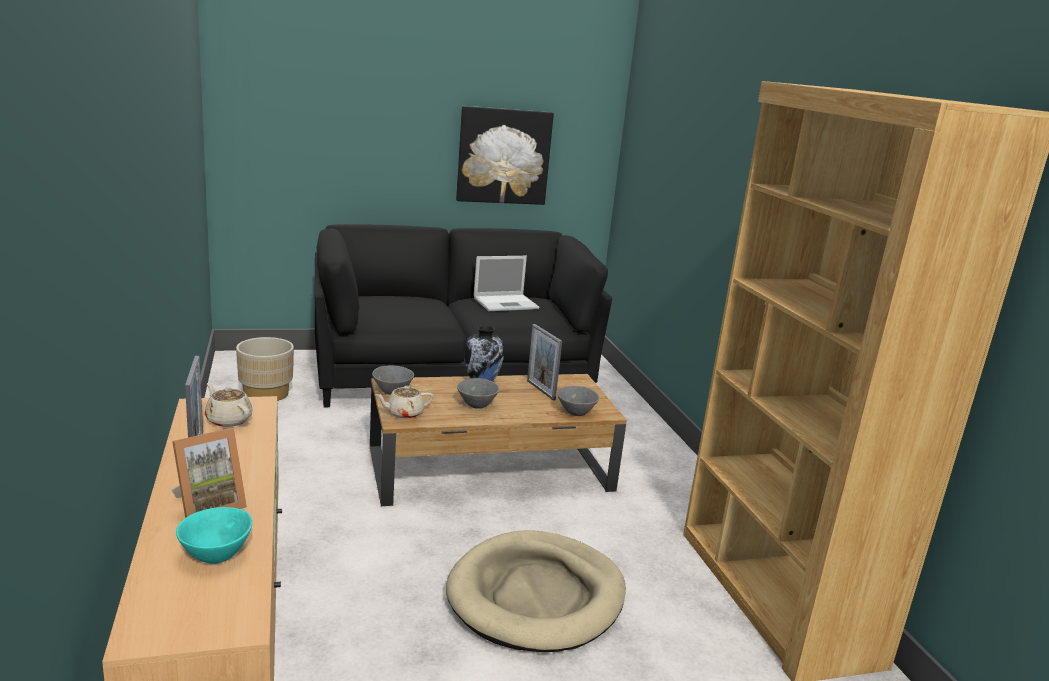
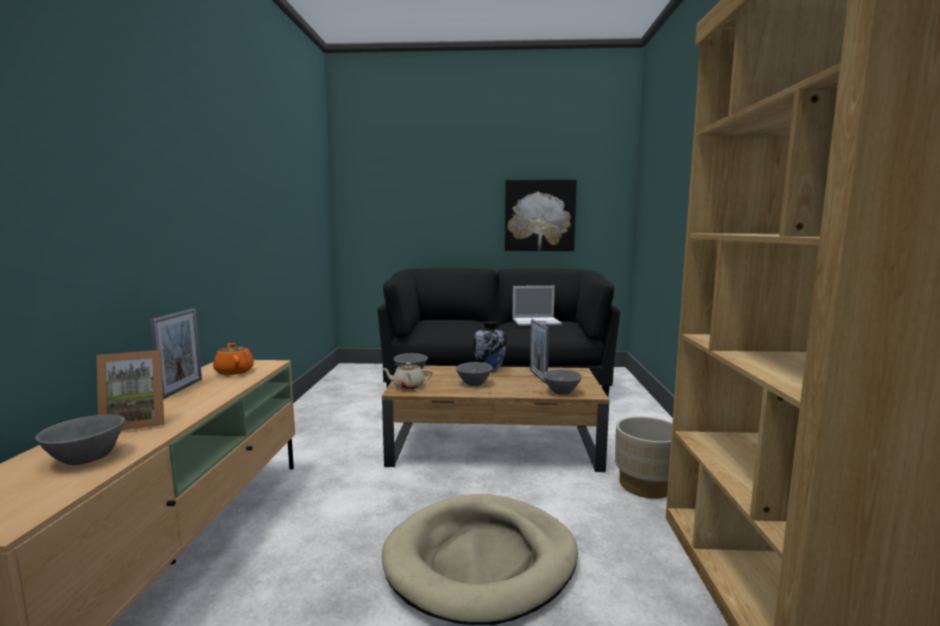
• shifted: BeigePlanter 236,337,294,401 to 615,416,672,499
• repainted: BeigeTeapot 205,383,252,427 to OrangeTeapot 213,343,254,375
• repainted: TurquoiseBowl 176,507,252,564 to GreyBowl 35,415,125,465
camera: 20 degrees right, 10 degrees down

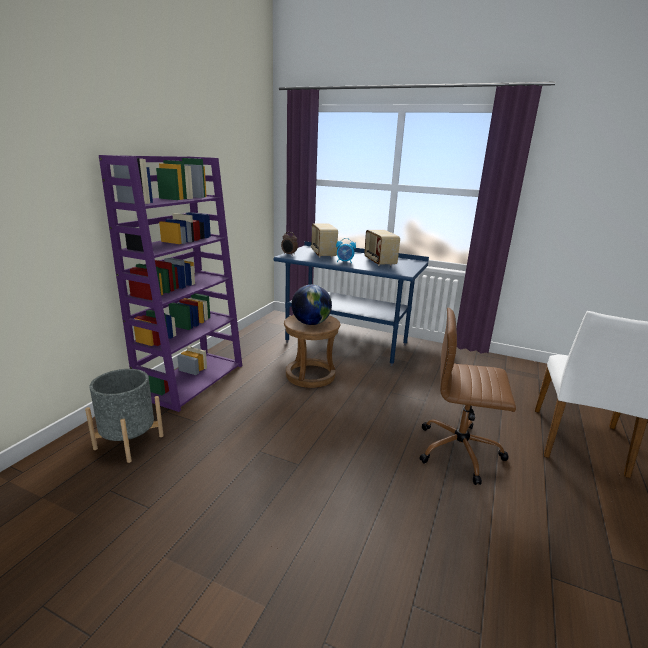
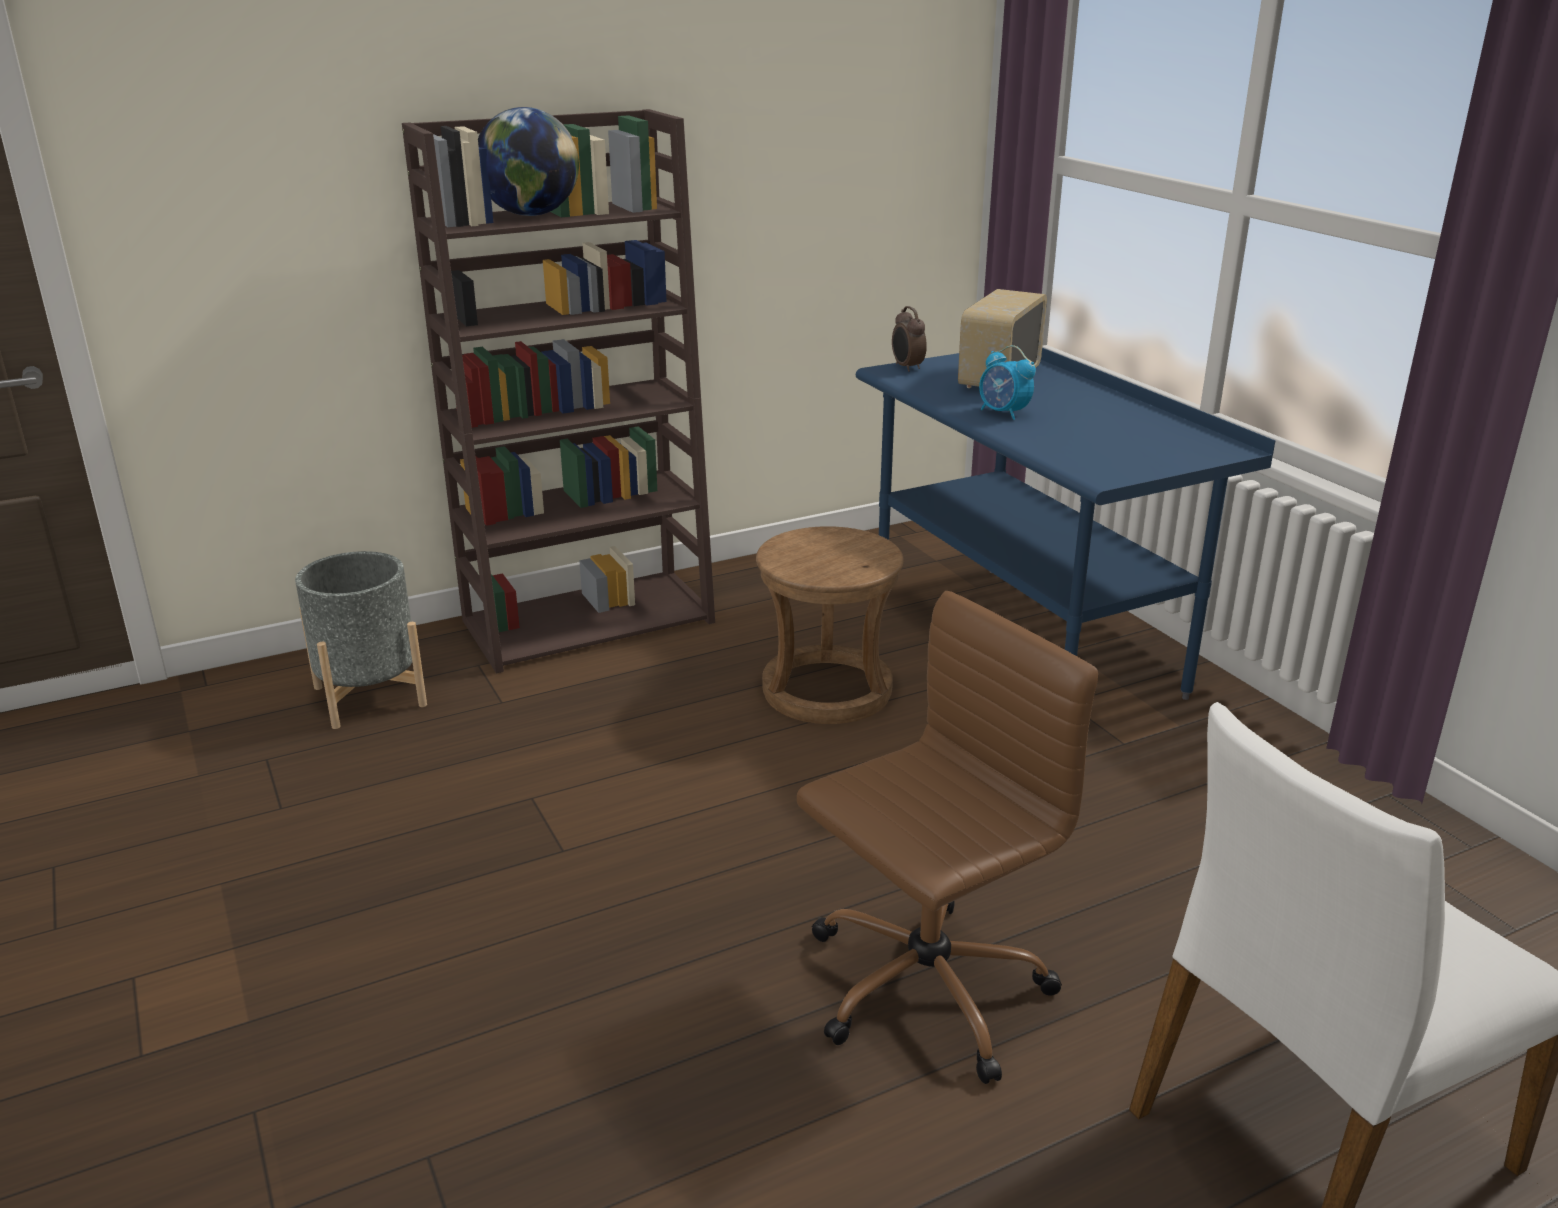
• repainted: PurpleBookcase 99,155,242,412 to BrownBookcase 402,109,715,674
• gone: Radio 364,230,400,266
• shifted: Globe 291,285,332,325 to 478,107,579,216
• rotated: BrownOfficeChair 420,308,516,485 = 797,591,1098,1084 90 degrees clockwise
camera: 40 degrees right, 5 degrees up

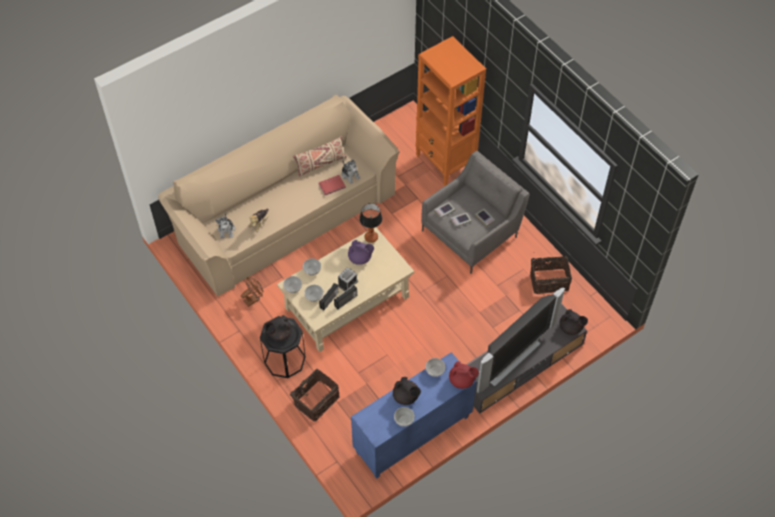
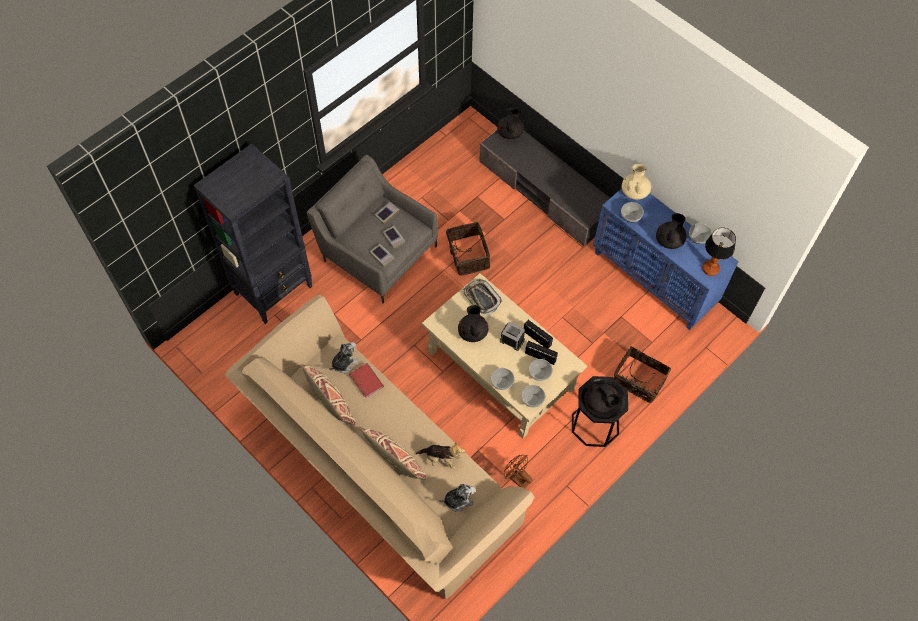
• repainted: OrangeBookcase 415,36,486,186 to BlackBookcase 194,144,313,324
• shifted: TableLamp 359,203,382,243 to 702,228,736,276
• repainted: PurpleTeapot 348,240,374,265 to BlackTeapot 458,305,488,342
• shifted: Basket 530,252,572,294 to 445,222,490,276
• gone: Television 477,287,565,393
• repainted: RedTeapot 449,361,479,389 to BeigeTeapot 622,164,651,200
• new: Tray 462,279,502,314
• new: BeigePillow 361,428,426,480
camera: 100 degrees left, 5 degrees up

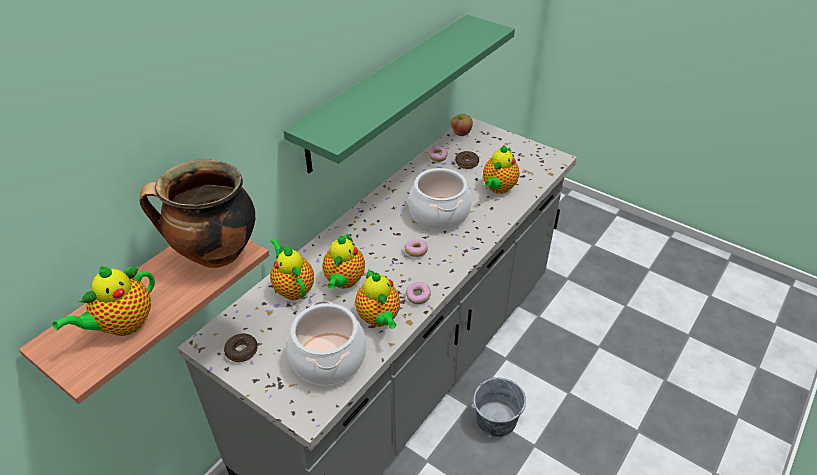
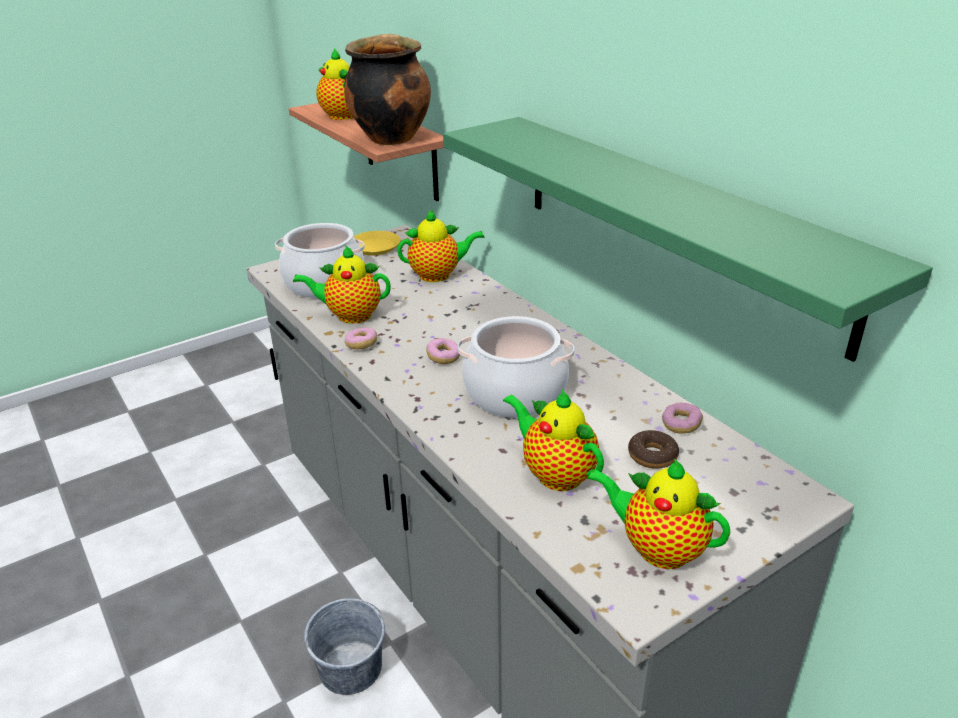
• gone: Apple 451,114,473,136
• shifted: Teapot 323,234,365,289 to 587,458,730,569
• swapped: Donut 224,333,258,362 to YellowPlate 354,231,401,256
camera: 110 degrees right, 10 degrees down

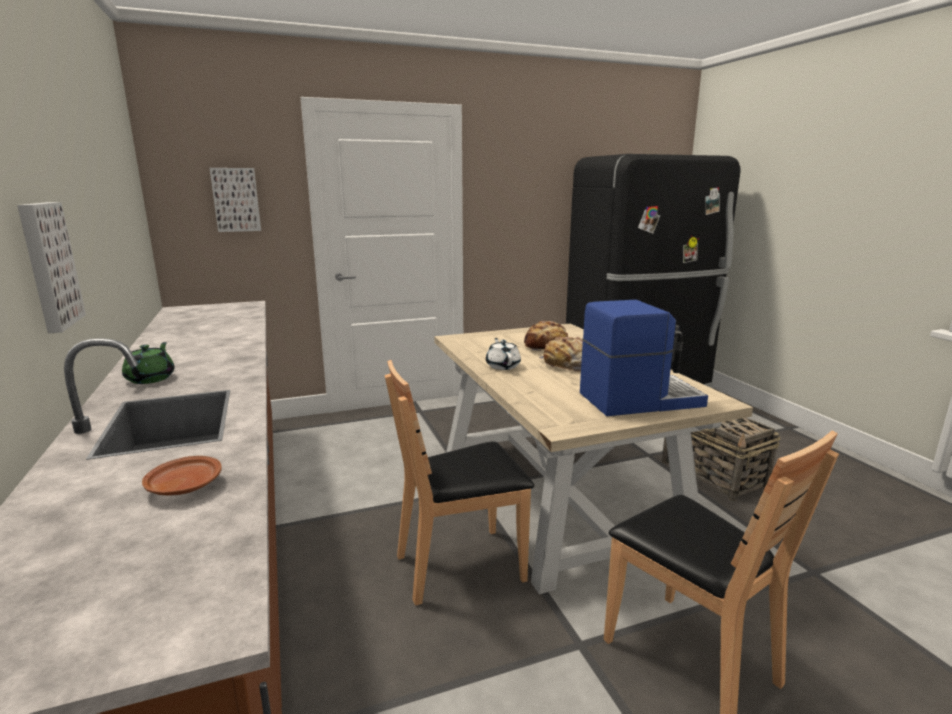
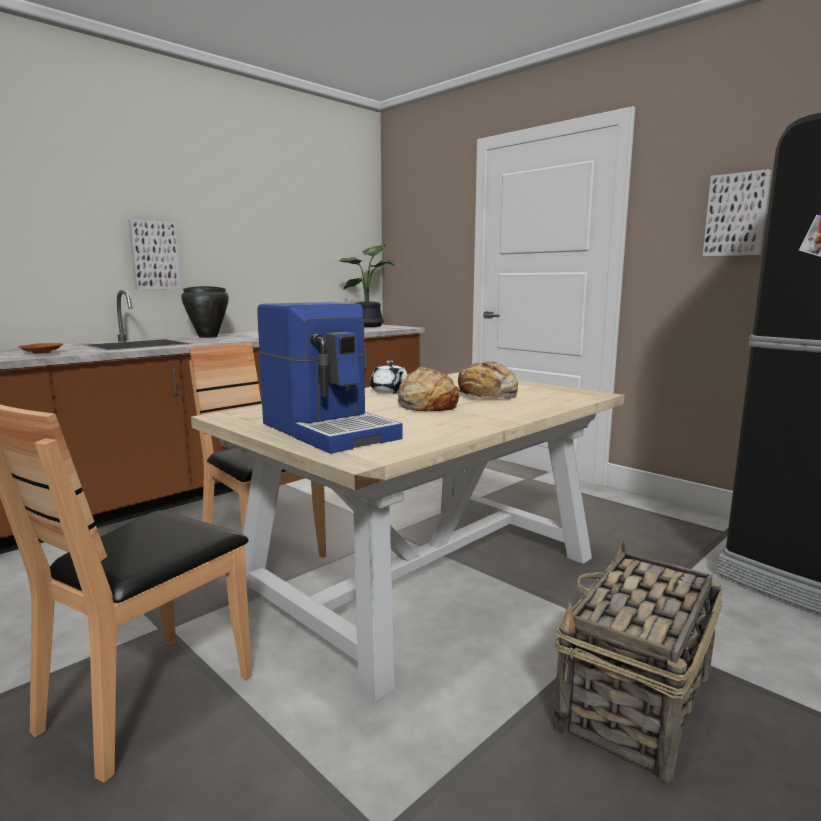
• shifted: Picture 210,168,261,232 to 703,169,771,257
• rotated: WhiteTeapot 486,338,521,370 = 370,361,408,394 105 degrees clockwise
• swapped: GreenTeapot 122,342,175,384 to BlackCookingPot 181,286,229,338
• new: PottedPlant 338,244,395,327
camera: 65 degrees right, 5 degrees down

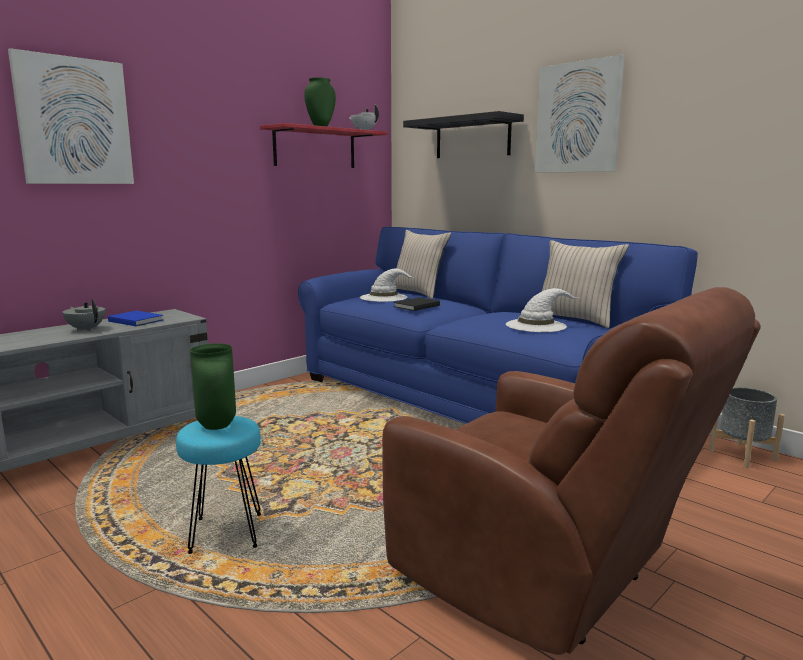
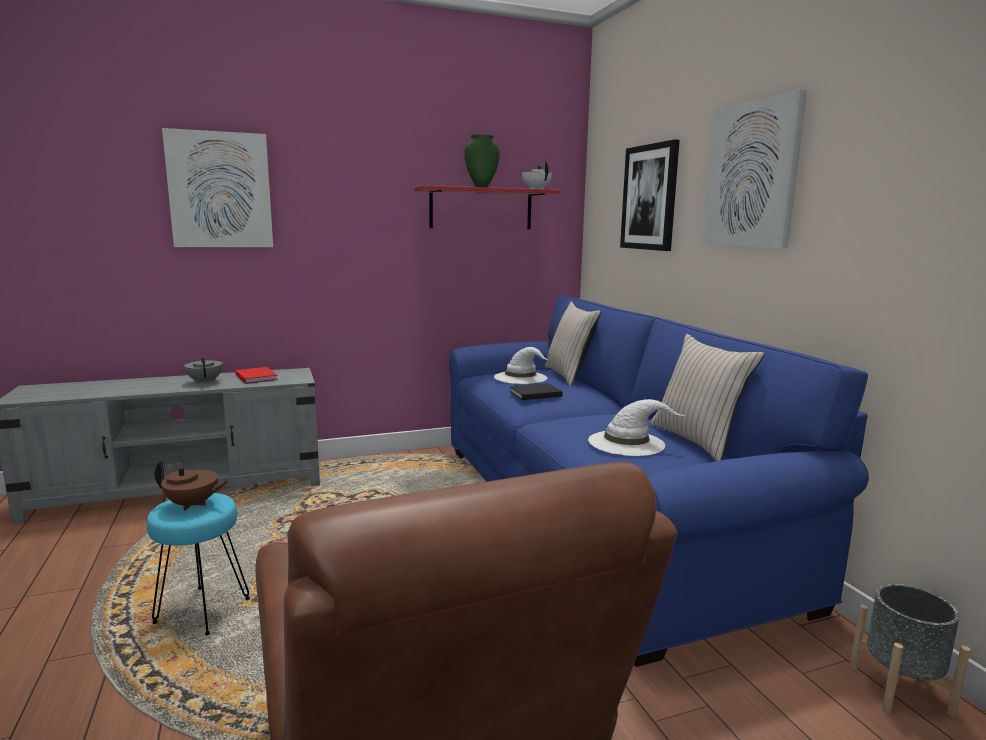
• swapped: BlackShelf 403,111,524,158 to Picture 620,139,680,251
• repainted: BlueBook 108,311,163,326 to RedBook 235,367,278,384
• swapped: GreenVase 190,343,236,430 to BrownTeapot 155,461,229,511
camera: 25 degrees right, 0 degrees up

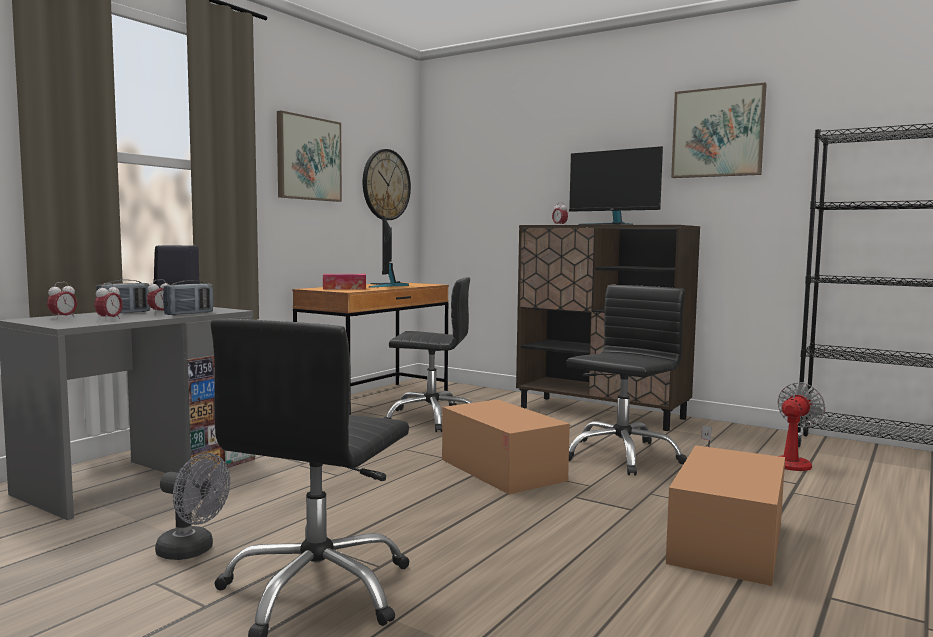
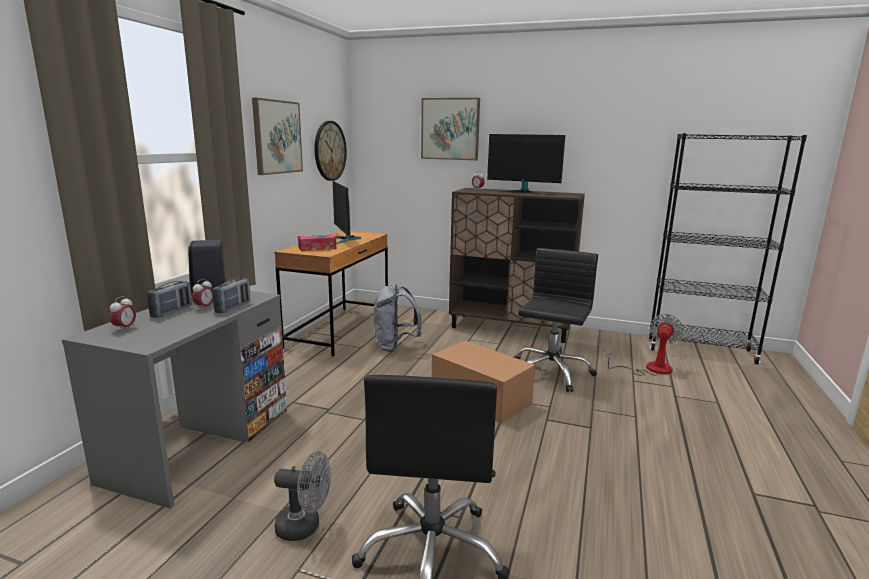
• shifted: Picture 671,82,767,178 to 421,98,480,160
• swapped: BlackOfficeChair 384,277,472,432 to GreyBackpack 374,285,422,352
• gone: AlarmClock 94,283,123,321
• gone: CardboardBox 666,445,785,586
camera: 15 degrees left, 10 degrees up

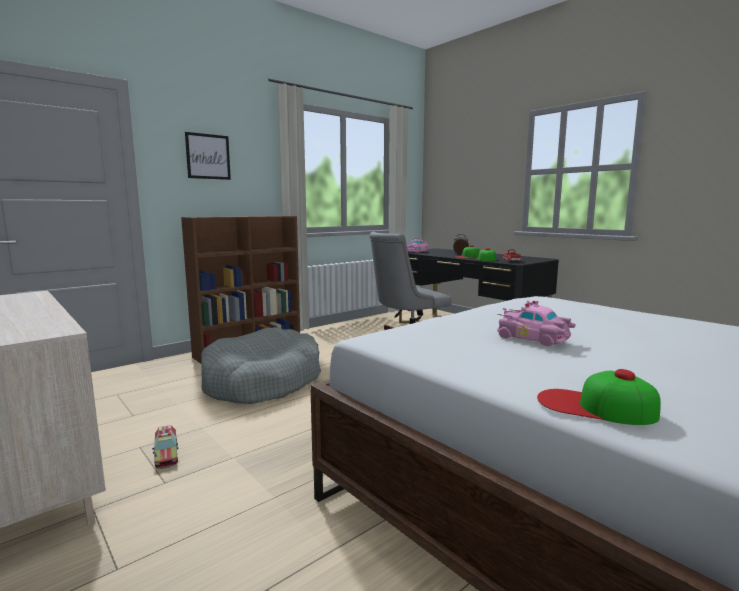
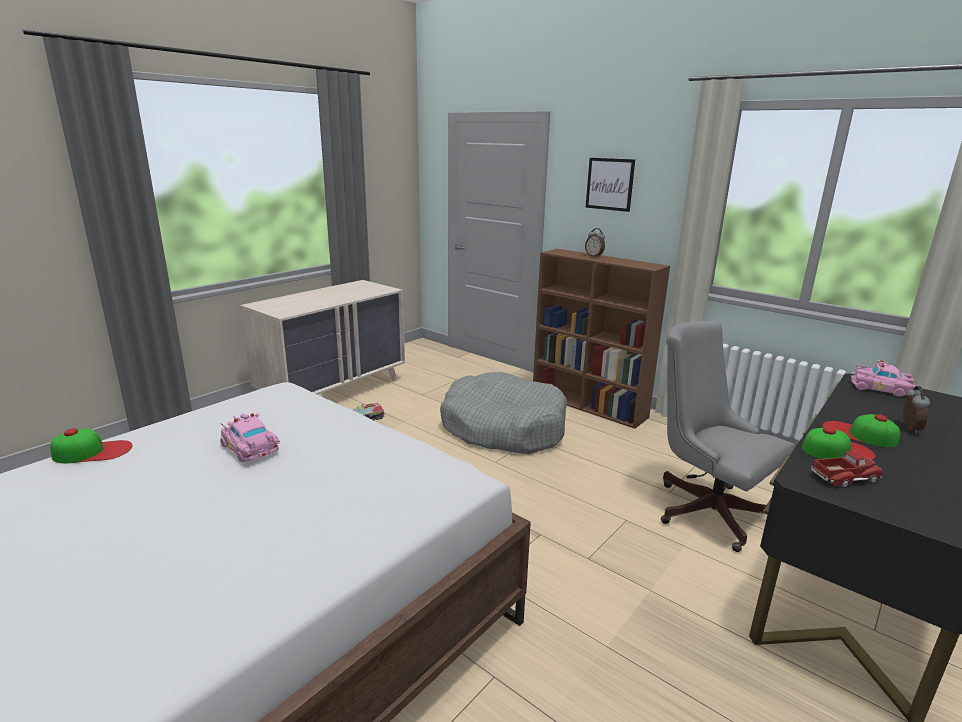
• rotated: PinkToyCar 497,300,575,346 = 220,413,280,462 75 degrees counterclockwise
• rotated: Cap 537,369,661,425 = 50,428,133,463 60 degrees clockwise
• new: AlarmClock 585,228,605,258
camera: 80 degrees right, 10 degrees up

